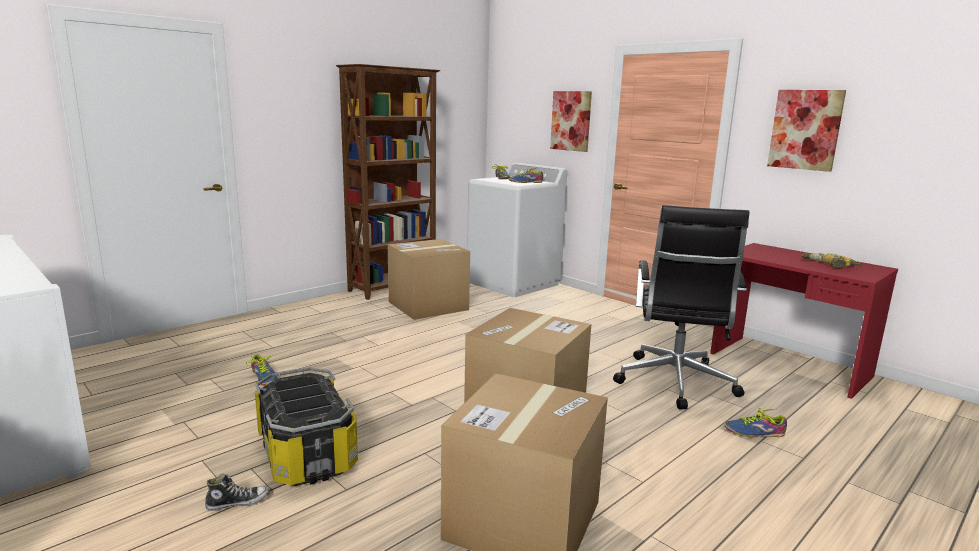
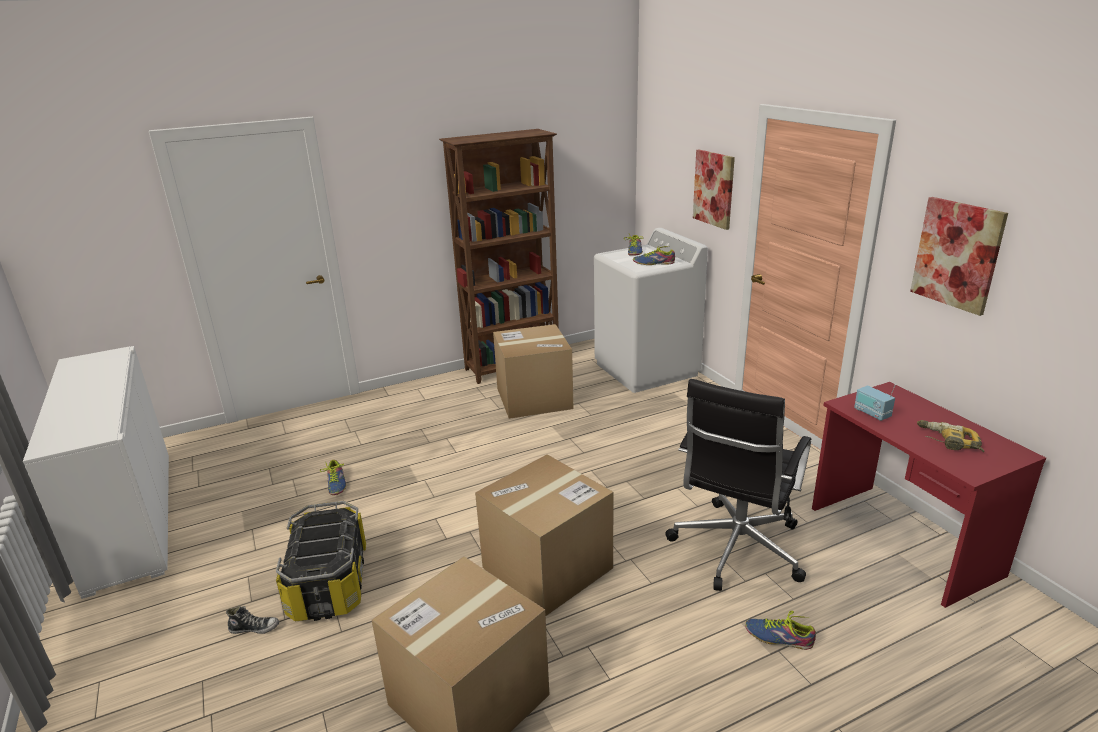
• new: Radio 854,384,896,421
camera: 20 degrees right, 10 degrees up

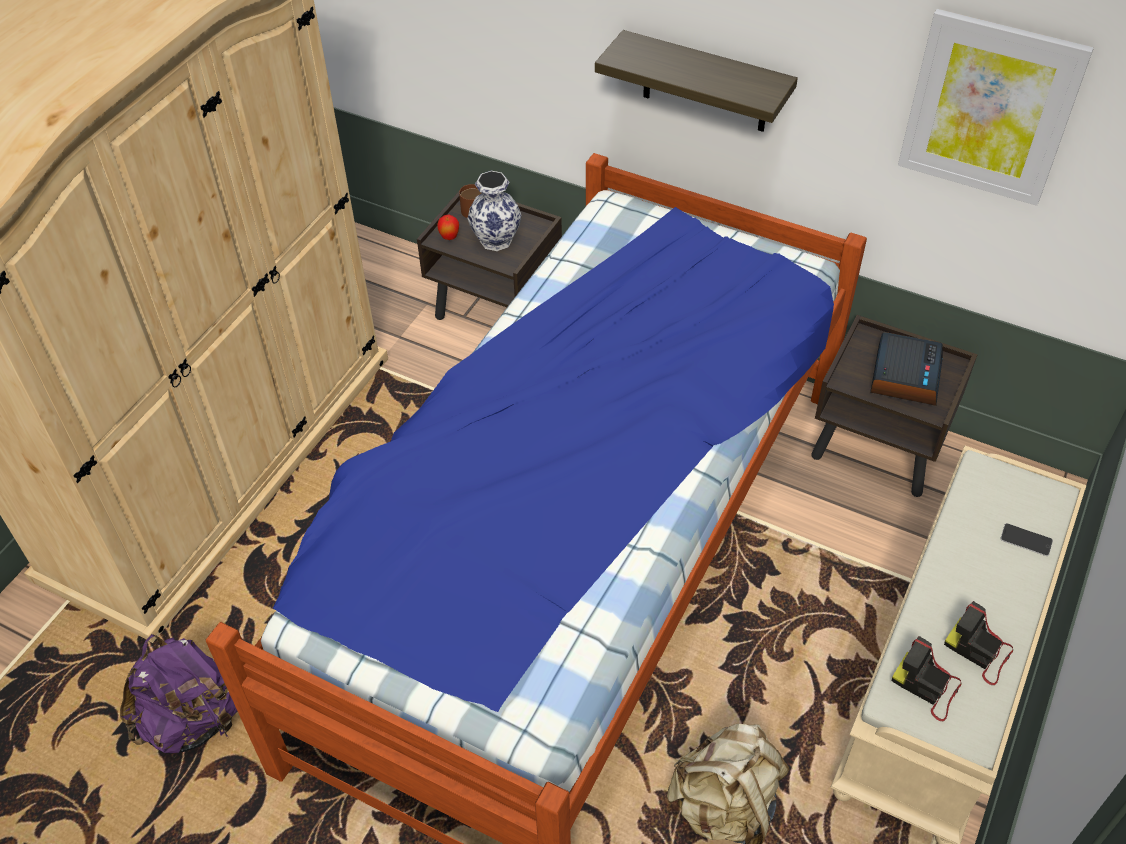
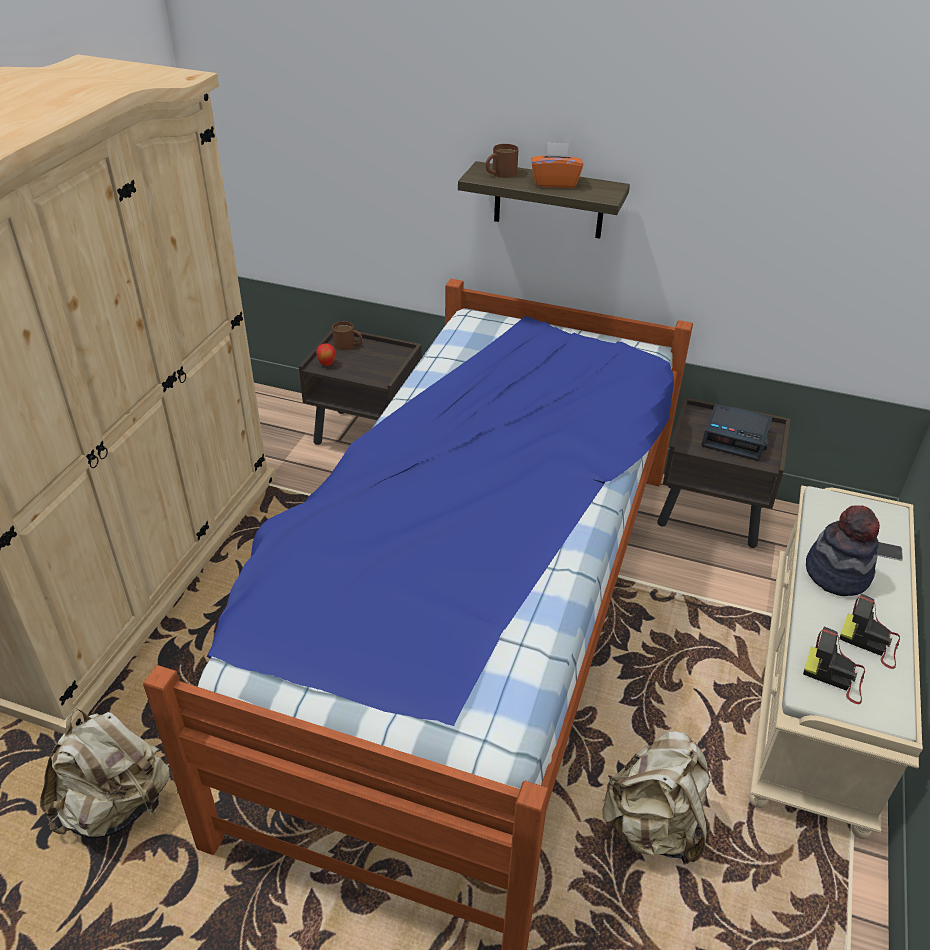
• gone: Picture 898,9,1094,206
• gone: Vase 467,171,522,251
• rotated: AlarmClock 870,332,943,406 = 701,403,772,461 105 degrees clockwise
• repainted: PurpleBackpack 120,634,237,753 to BeigeBackpack 40,708,170,838
• new: OrangeTissueBox 531,142,583,188
• new: BrownMug 486,144,519,178
• new: Hat 806,505,880,596
camera: 10 degrees left, 10 degrees down

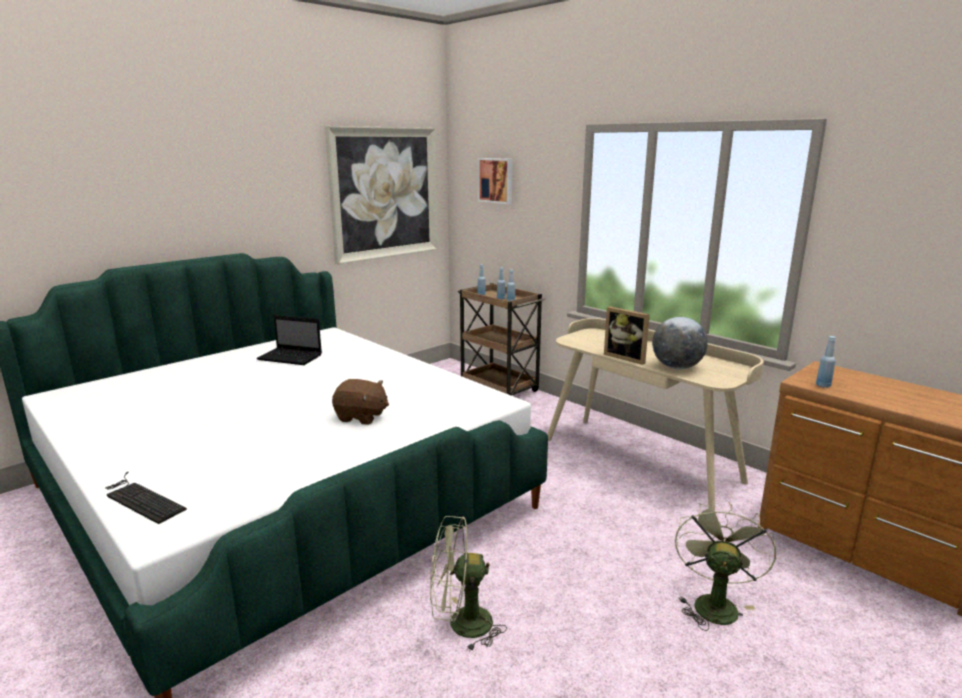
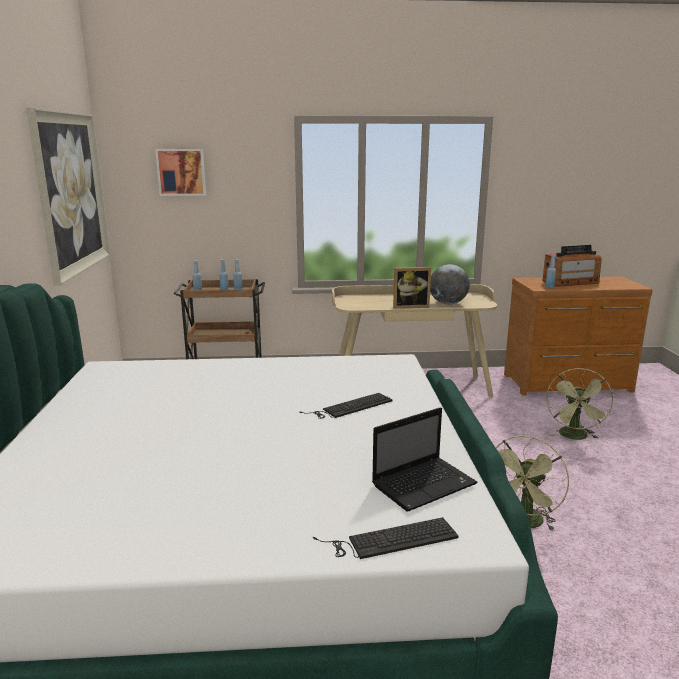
• shifted: Laptop 256,315,322,365 to 372,407,478,511
• swapped: BrownPlushToy 332,379,389,425 to Keyboard 299,393,393,419
• rotated: GreenFan 675,502,776,631 = 546,368,614,440 135 degrees counterclockwise
• new: Radio 543,245,602,287
camera: 50 degrees left, 0 degrees up

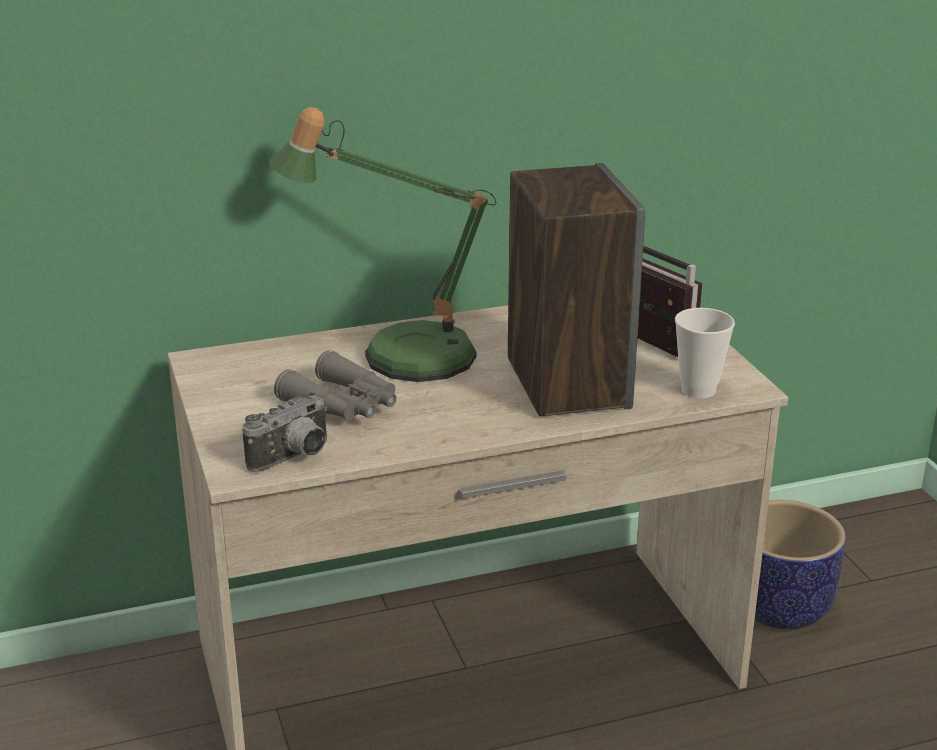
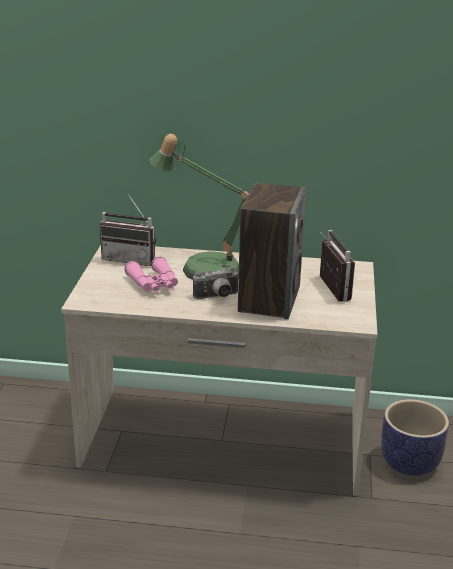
• gone: Cup 675,308,735,398
• repainted: GreyBinoculars 274,350,397,420 to PinkBinoculars 125,256,178,292
• shifted: PhotoCamera 242,392,328,472 to 193,268,239,299
• new: Radio 100,194,156,266
camera: 25 degrees right, 0 degrees up

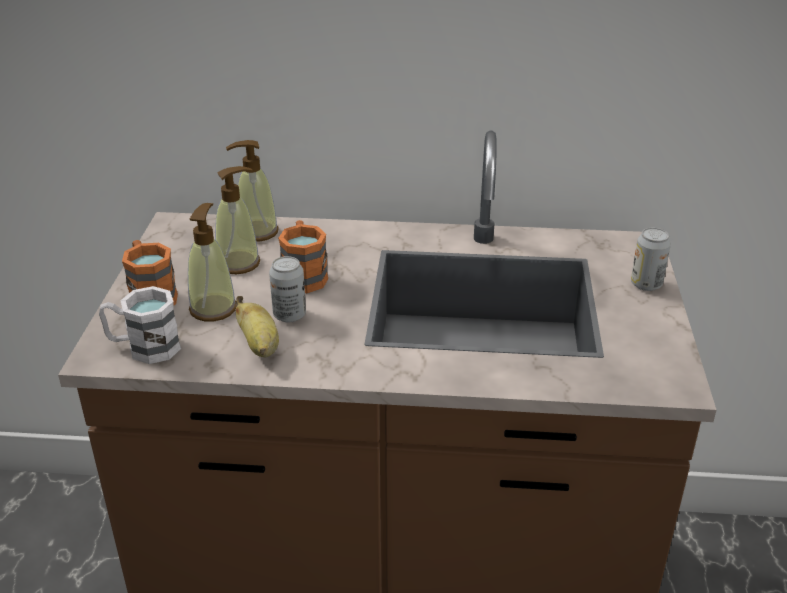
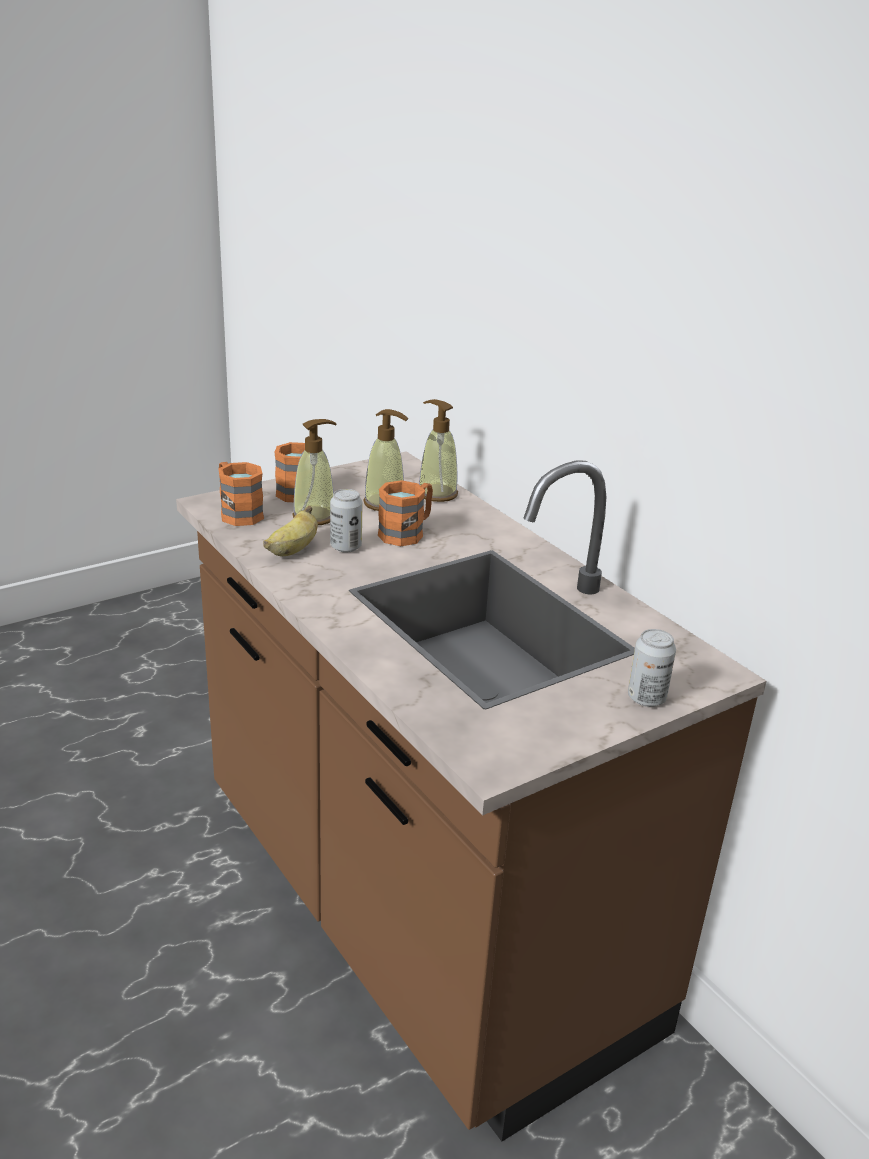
• repainted: WhiteMug 99,286,181,364 to OrangeMug 218,462,264,526
camera: 50 degrees right, 5 degrees down

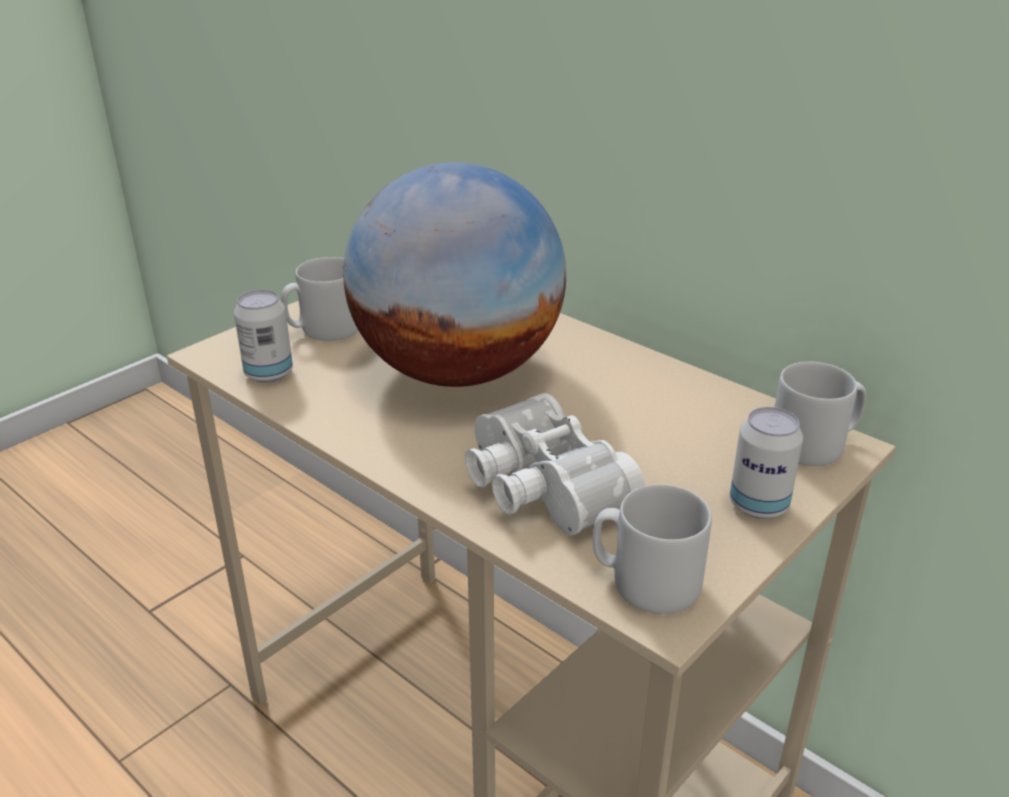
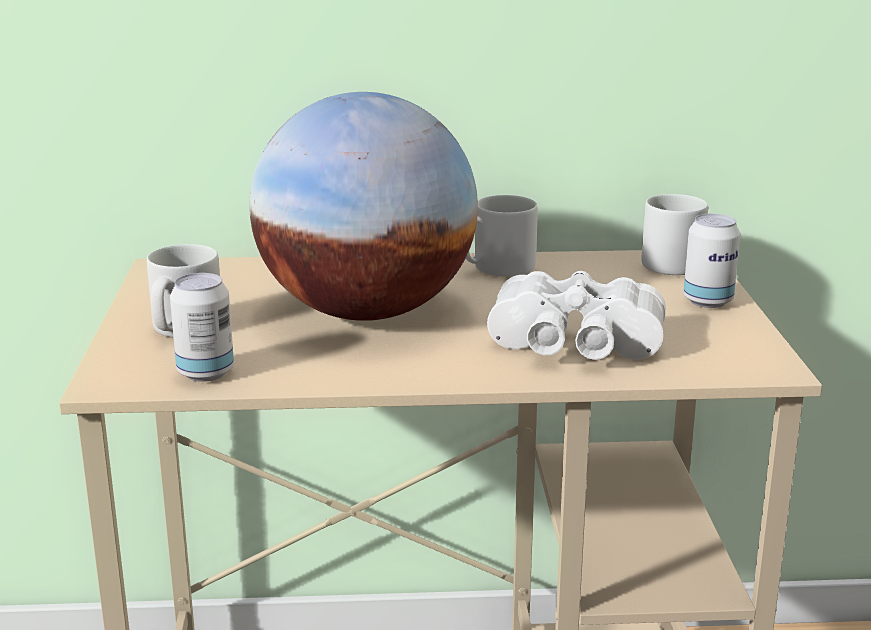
• shifted: GreyMug 593,484,712,614 to 466,195,538,277
camera: 45 degrees left, 10 degrees down

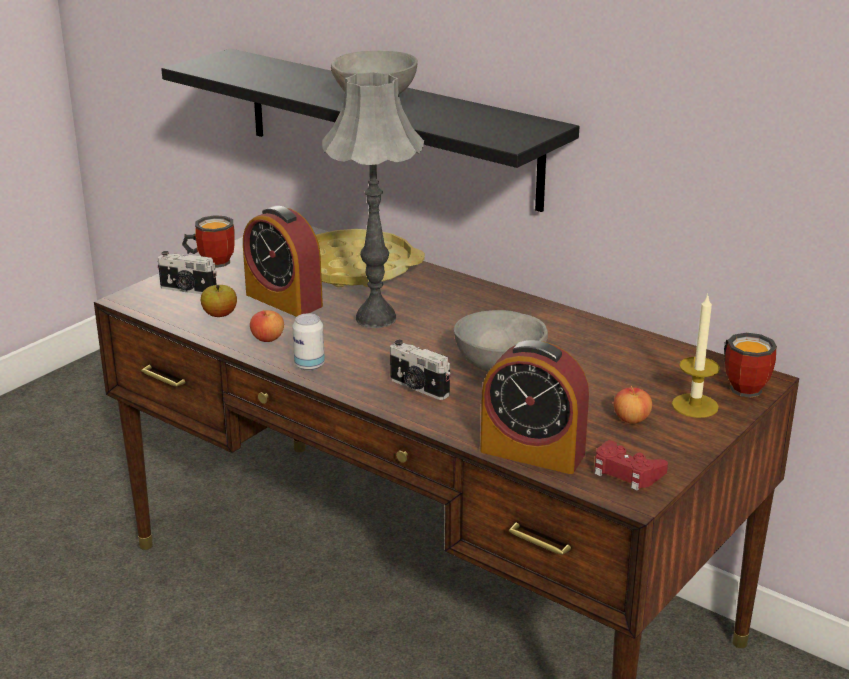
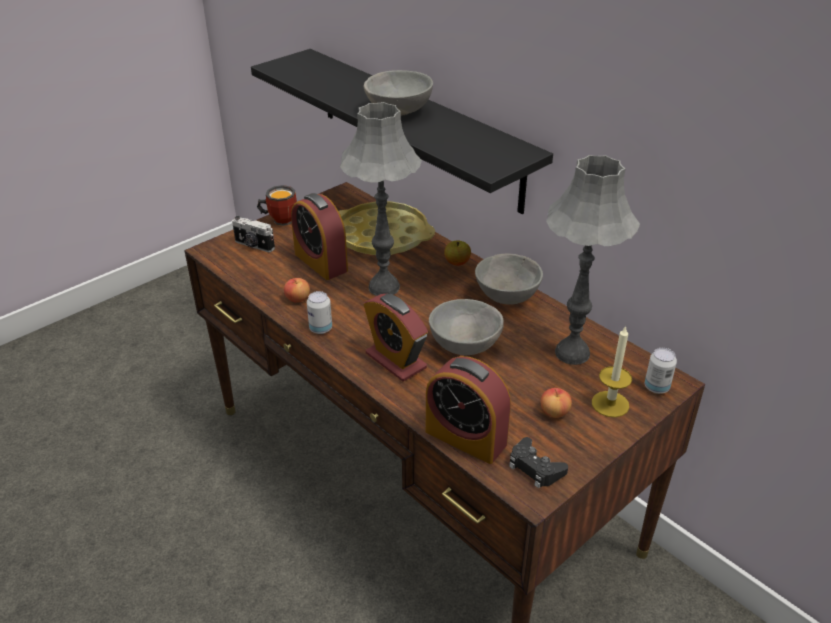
• shifted: Apple 201,285,237,317 to 444,241,471,266
• swapped: Mug 724,333,777,398 to Can 645,348,677,394
• swapped: PhotoCamera 390,340,450,400 to AlarmClock 363,294,428,382
• repainted: RedGameController 595,440,668,490 to BlackGameController 509,437,568,488
• new: GreyTableLamp 546,155,640,365
• new: GreyBowl 475,253,543,305
camera: 10 degrees right, 10 degrees up

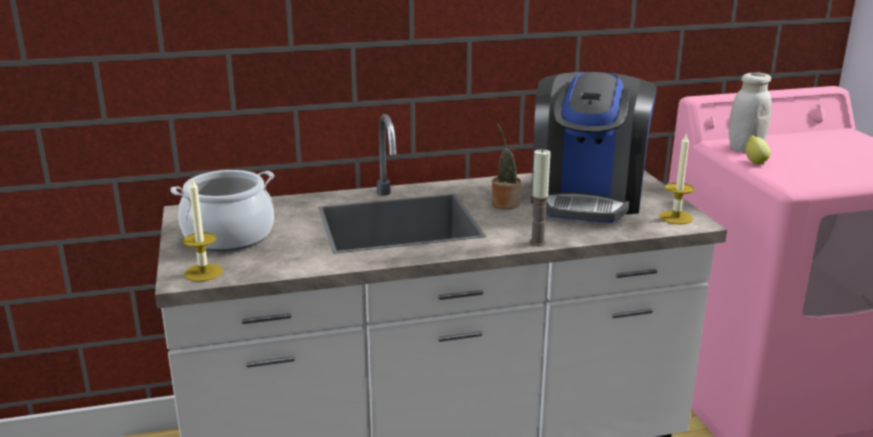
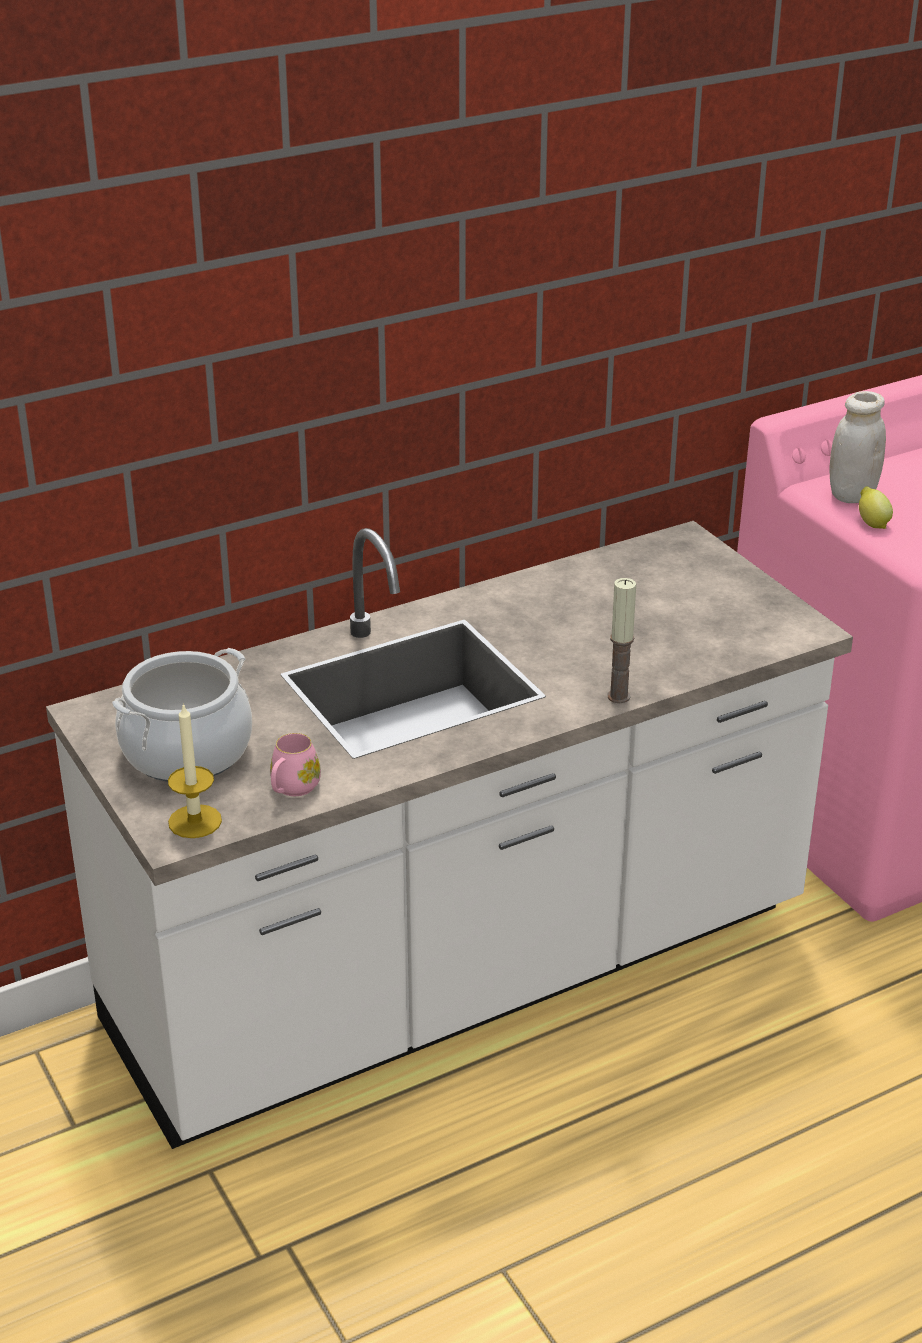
• gone: CoffeeMachine 531,72,657,223
• gone: PottedPlant 492,123,521,209
• gone: Candle 659,133,694,224
• new: PinkMug 270,733,321,796
camera: 15 degrees left, 10 degrees up

